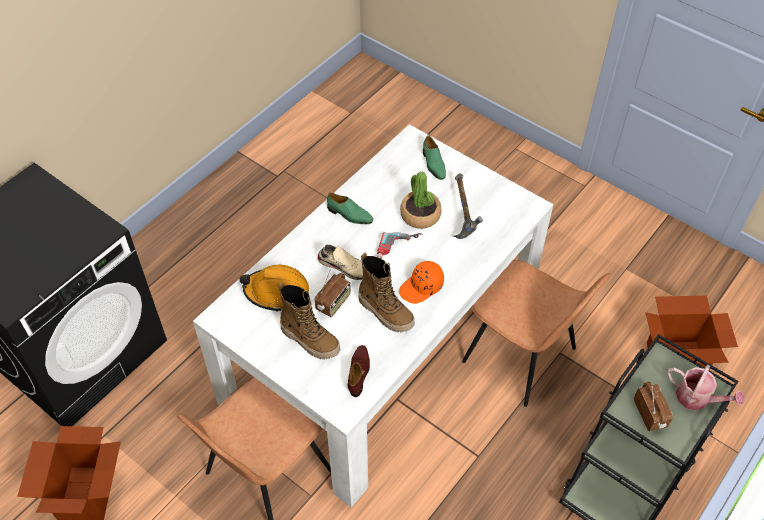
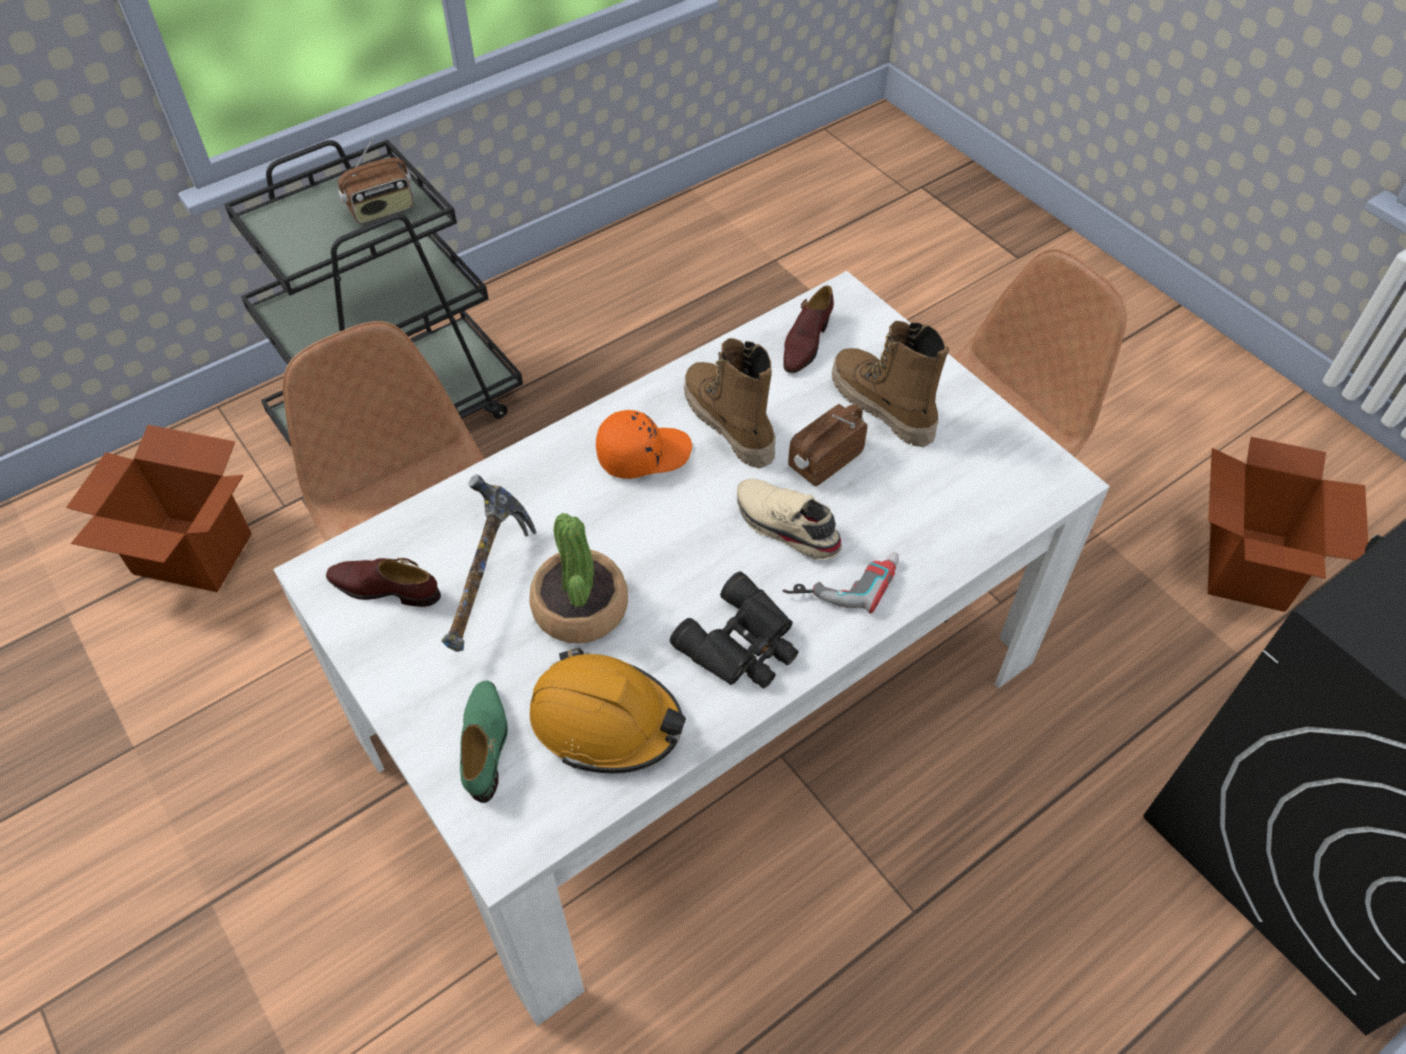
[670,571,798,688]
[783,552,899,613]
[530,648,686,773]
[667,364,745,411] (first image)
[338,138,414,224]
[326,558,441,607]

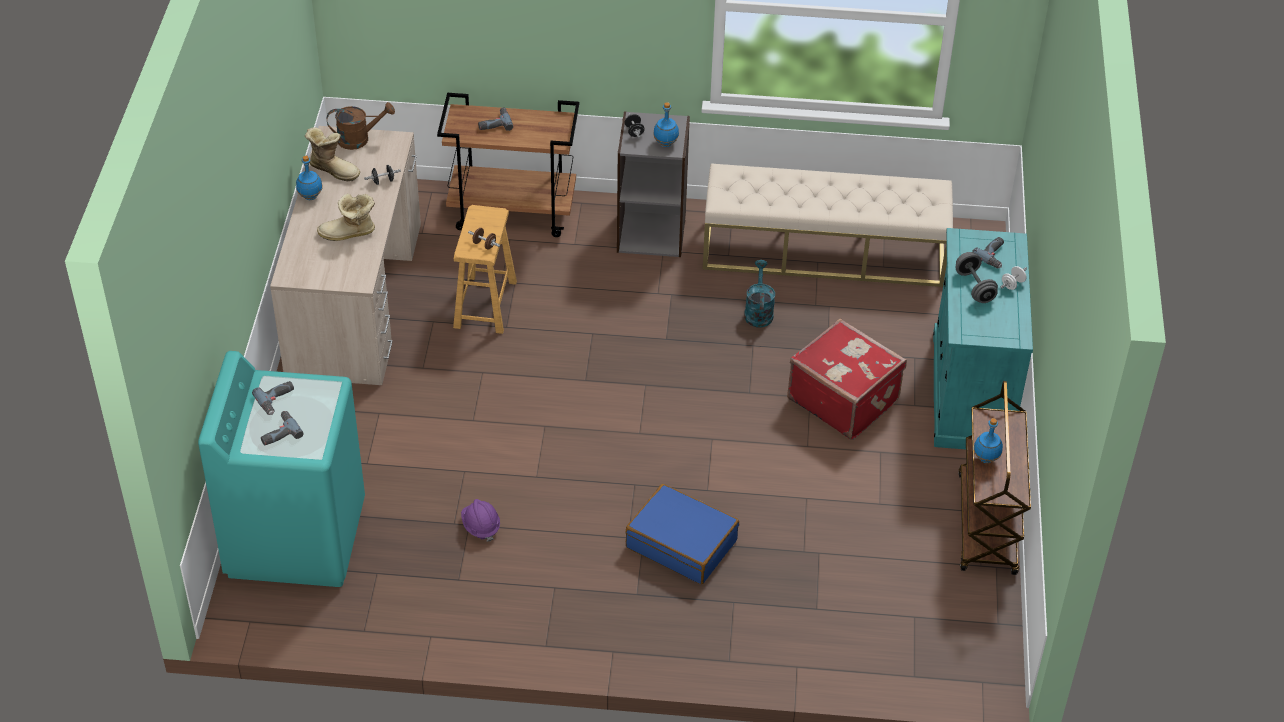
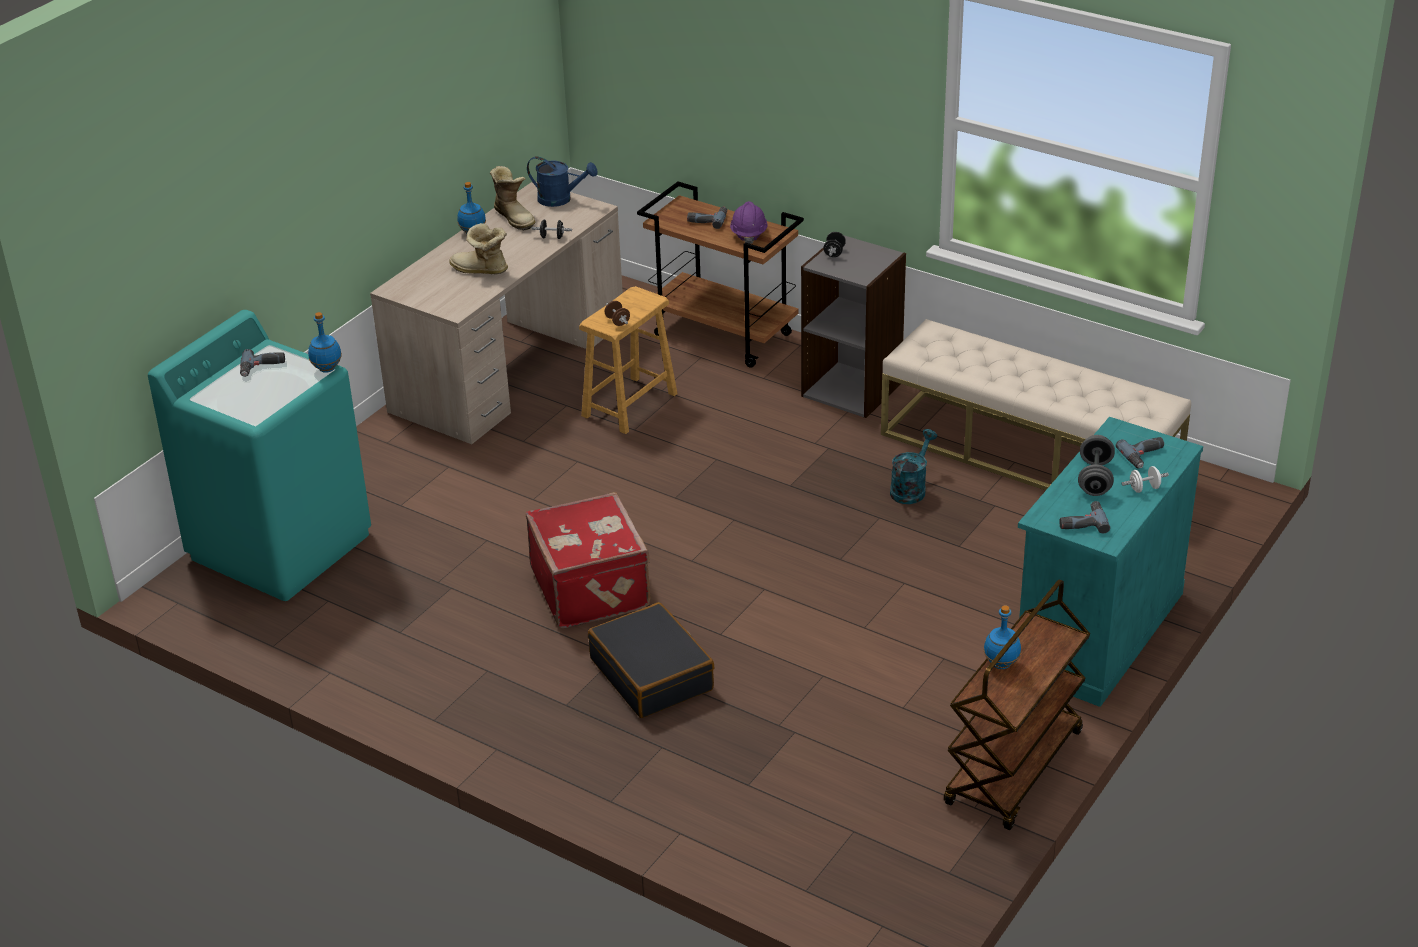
[527,156,598,207]
[308,312,342,373]
[526,492,650,628]
[1059,501,1110,534]
[588,602,714,718]
[730,201,768,244]

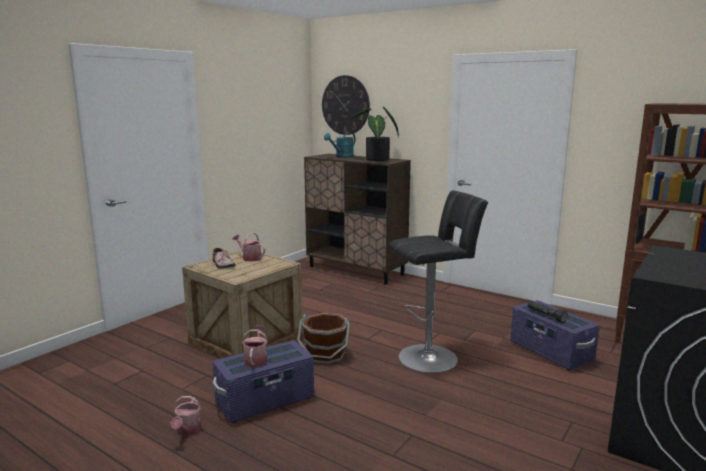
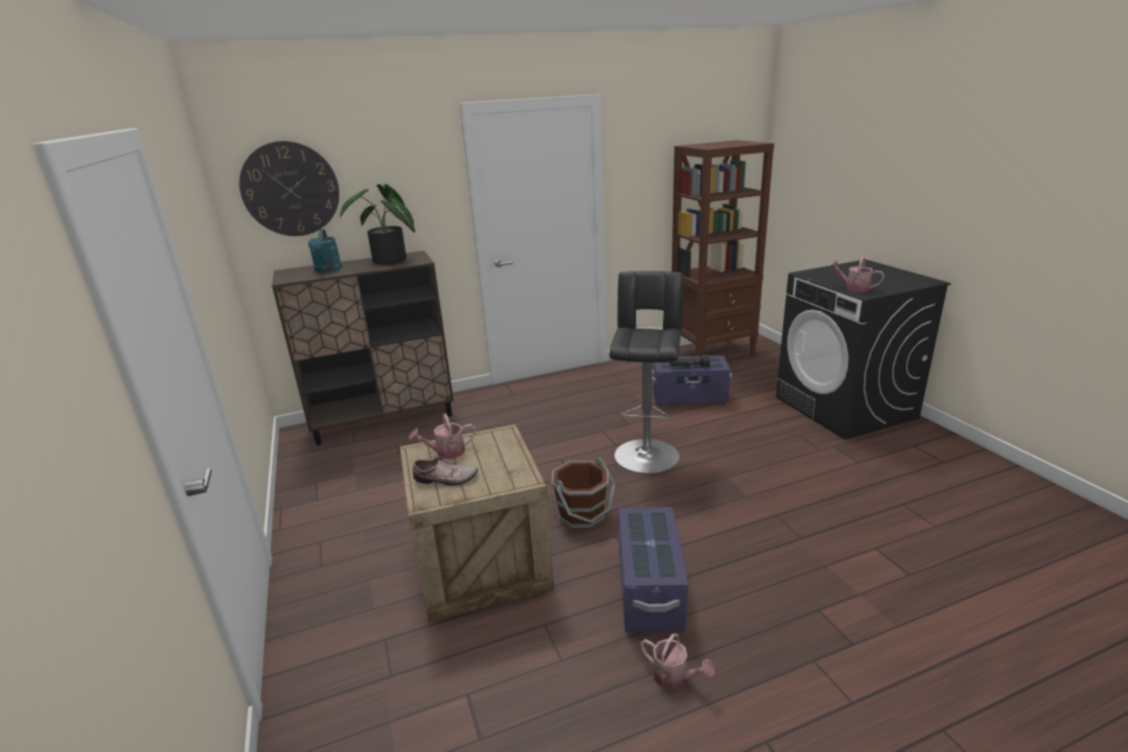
[829,256,884,292]

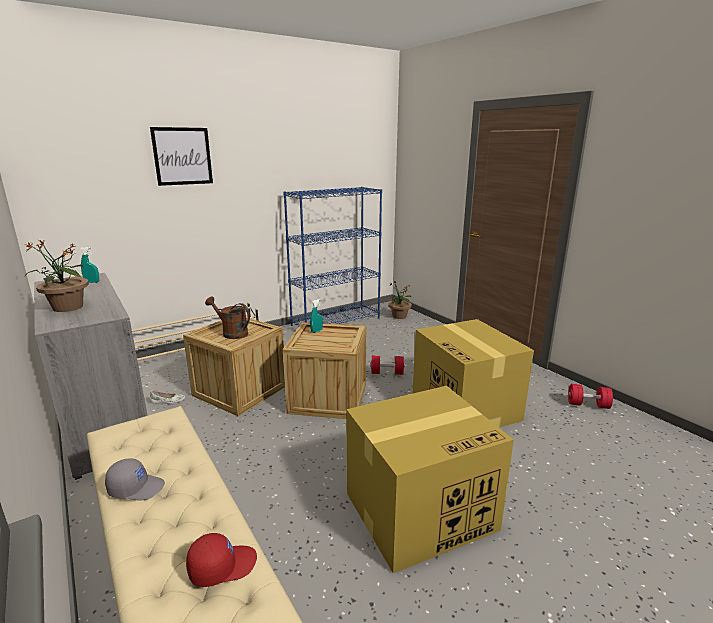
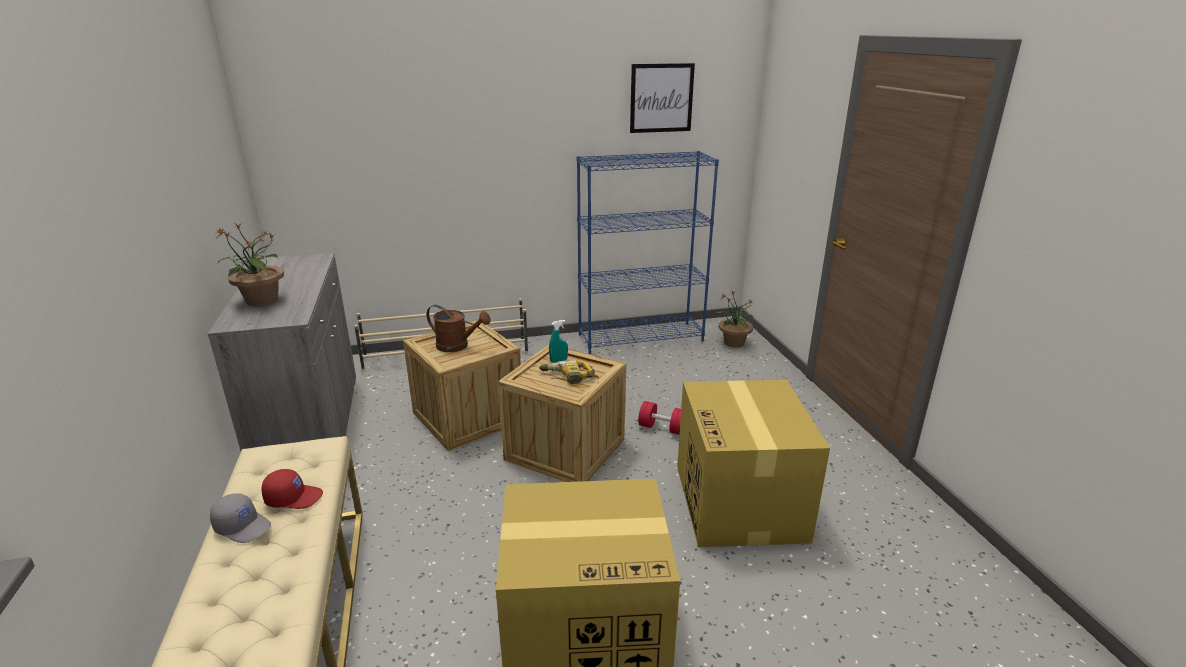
[630,63,695,133]
[80,247,99,283] (first image)
[427,305,491,352]
[568,384,613,409] (first image)
[150,391,185,404] (first image)
[262,469,323,509]
[539,360,599,384]

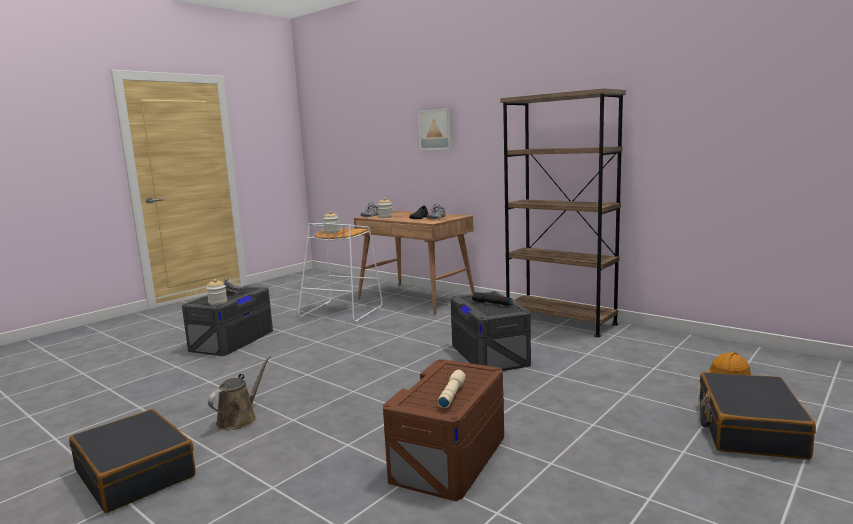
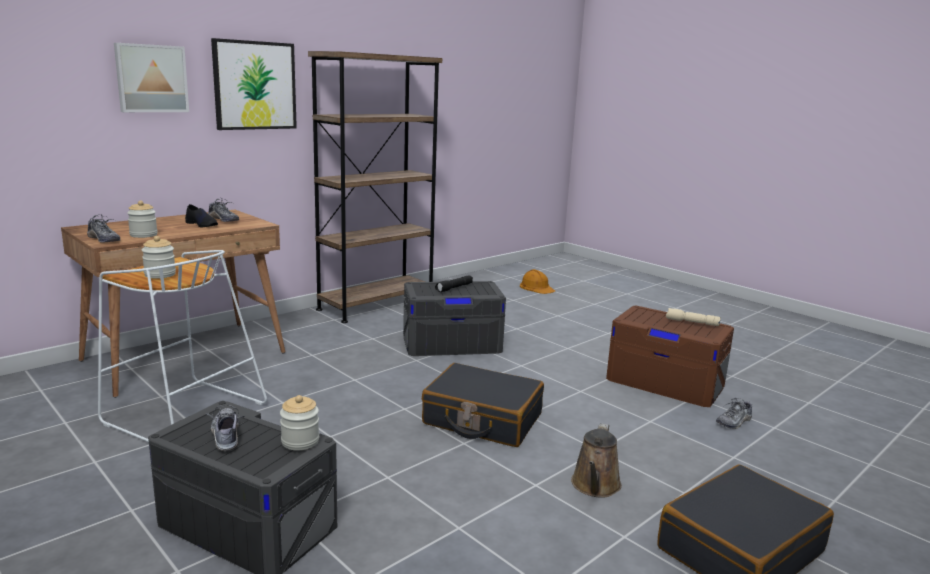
[571,423,622,498]
[422,363,544,447]
[211,38,297,130]
[716,398,752,429]

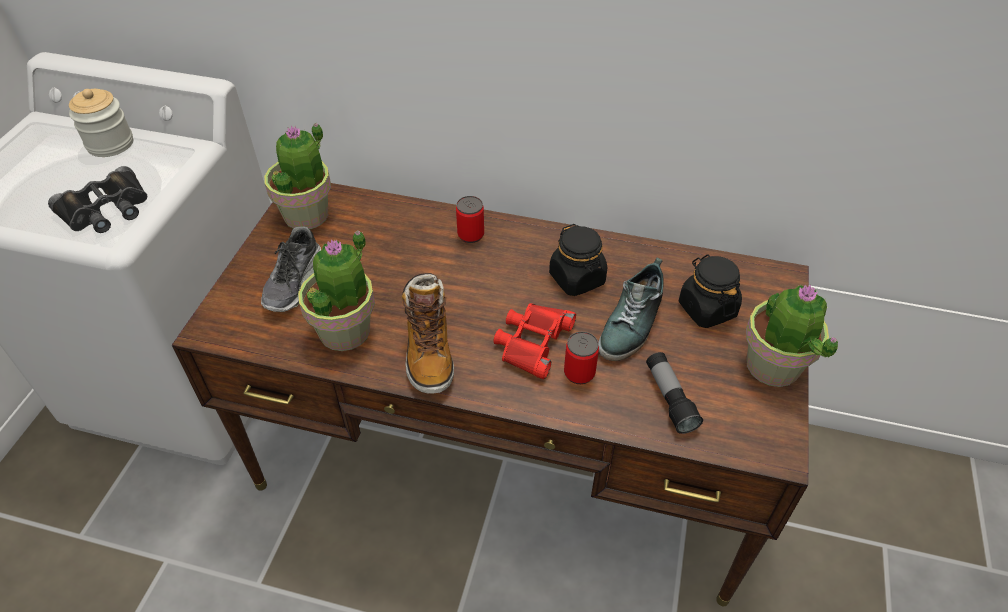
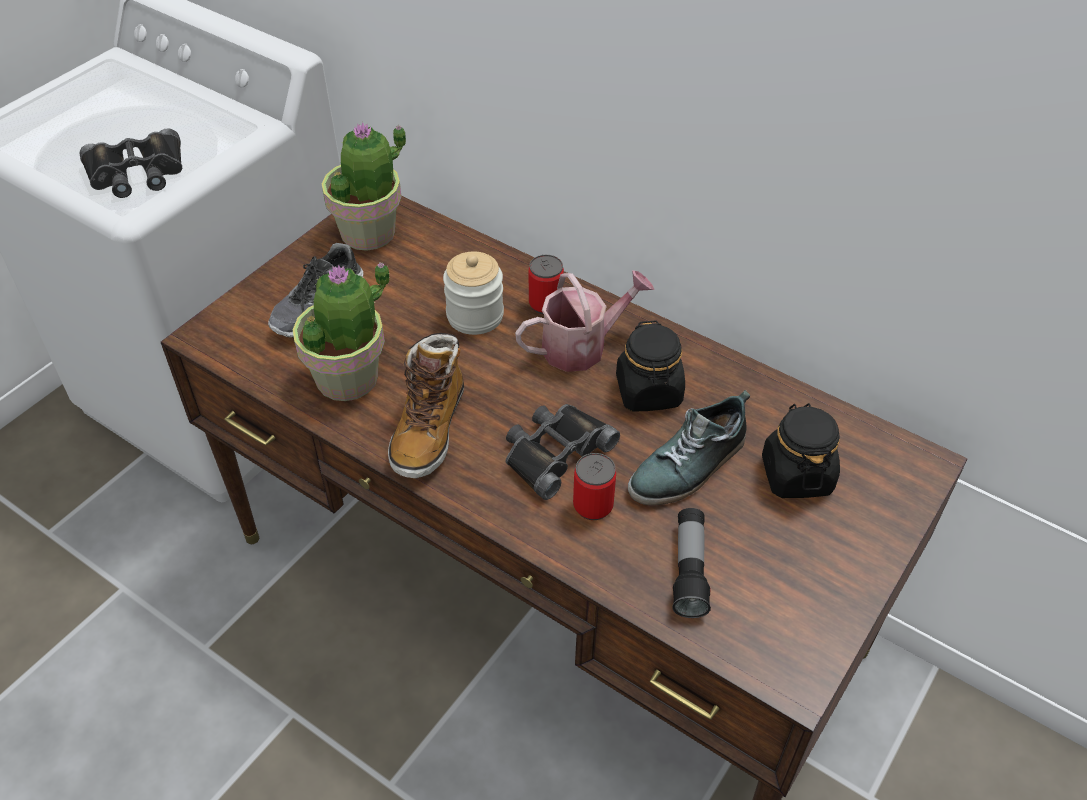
[443,251,504,335]
[746,284,839,387] (first image)
[505,404,620,500]
[515,270,655,372]

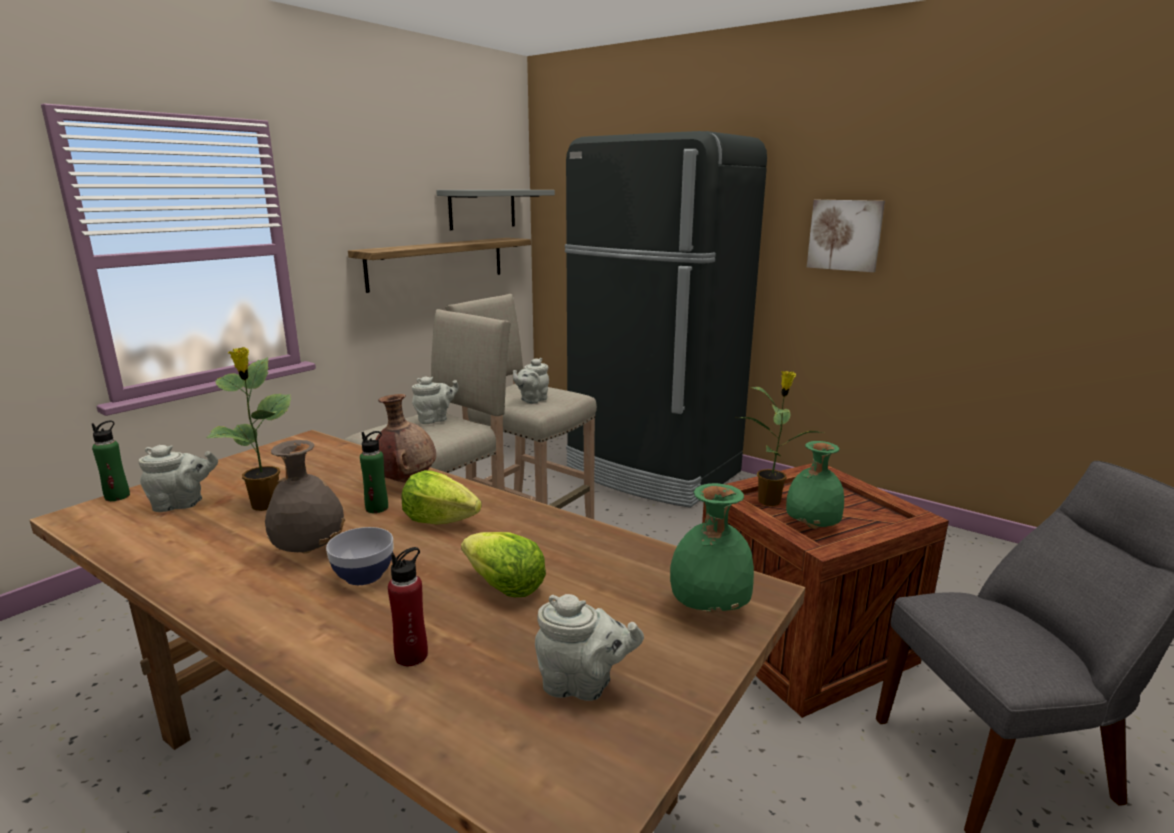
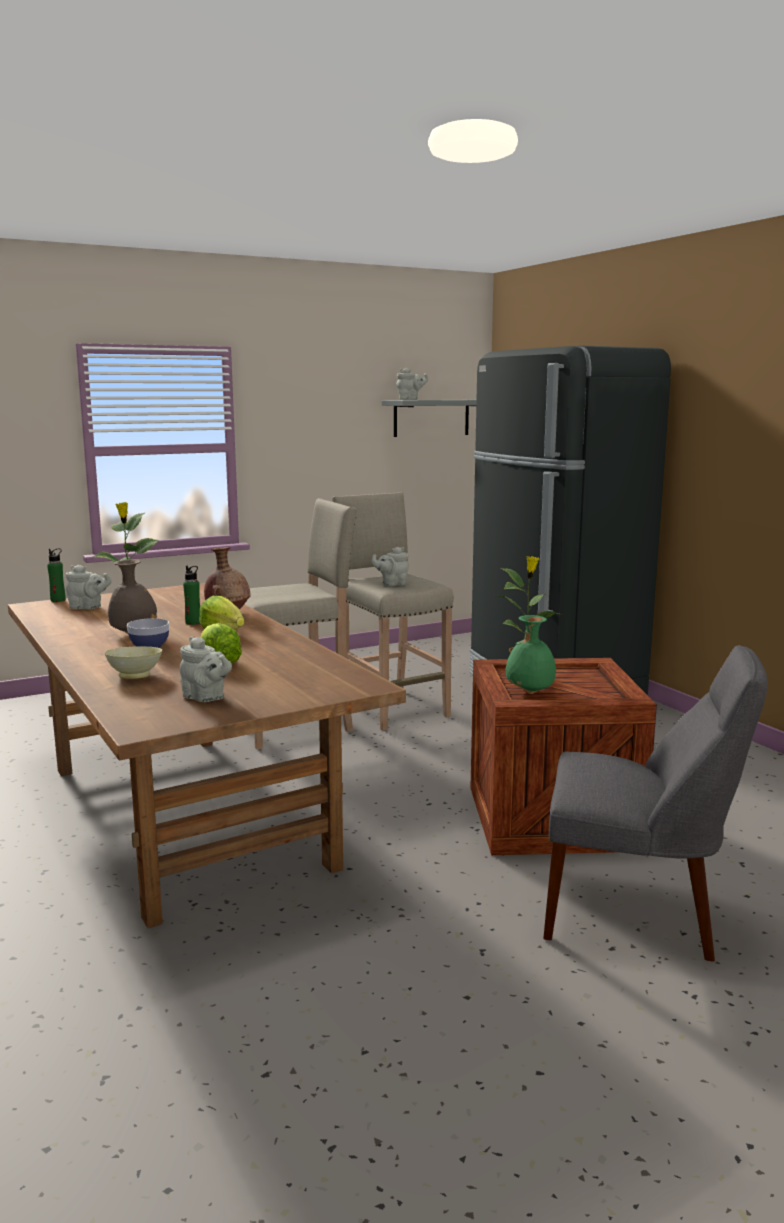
[807,200,885,272] (first image)
[348,238,531,293] (first image)
[396,368,428,400]
[670,483,754,612] (first image)
[105,646,162,679]

